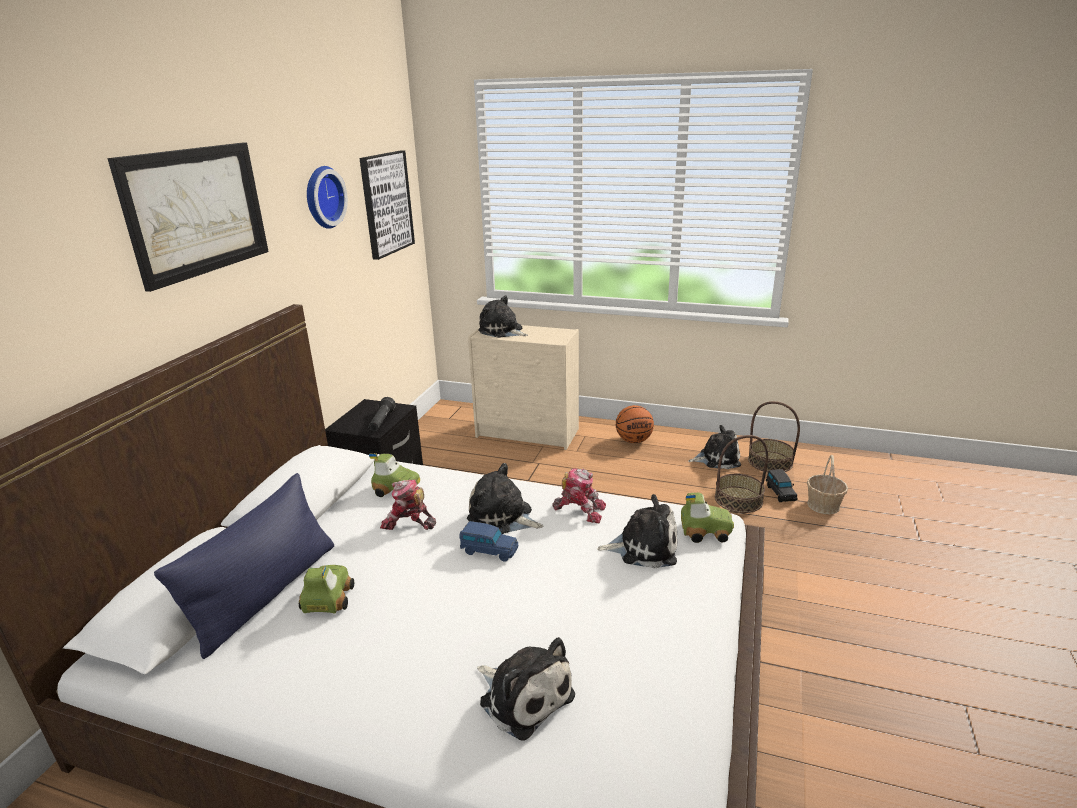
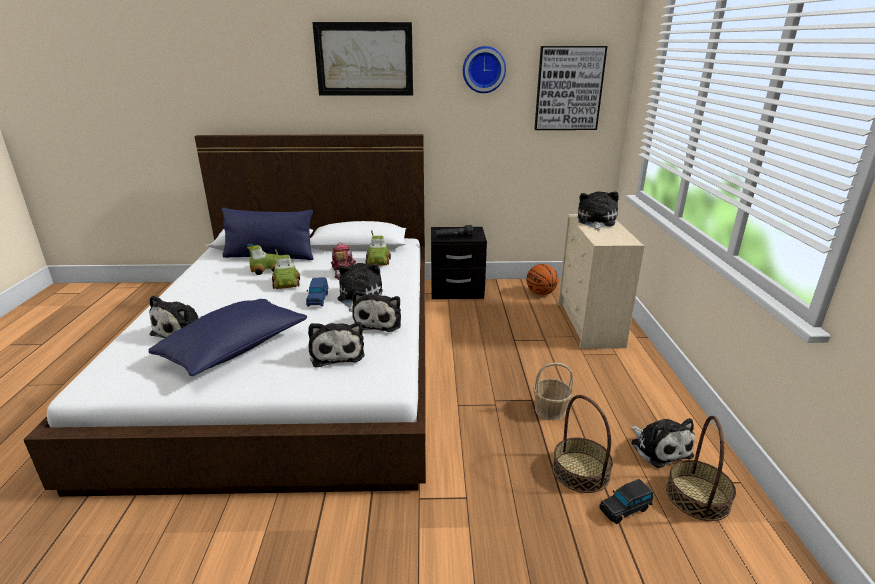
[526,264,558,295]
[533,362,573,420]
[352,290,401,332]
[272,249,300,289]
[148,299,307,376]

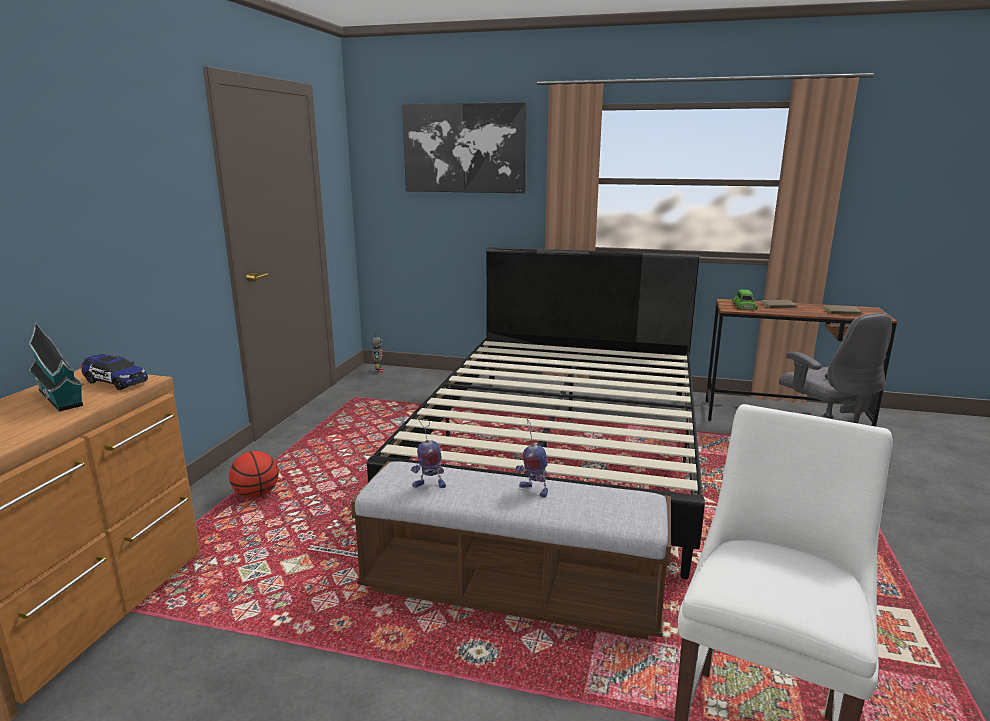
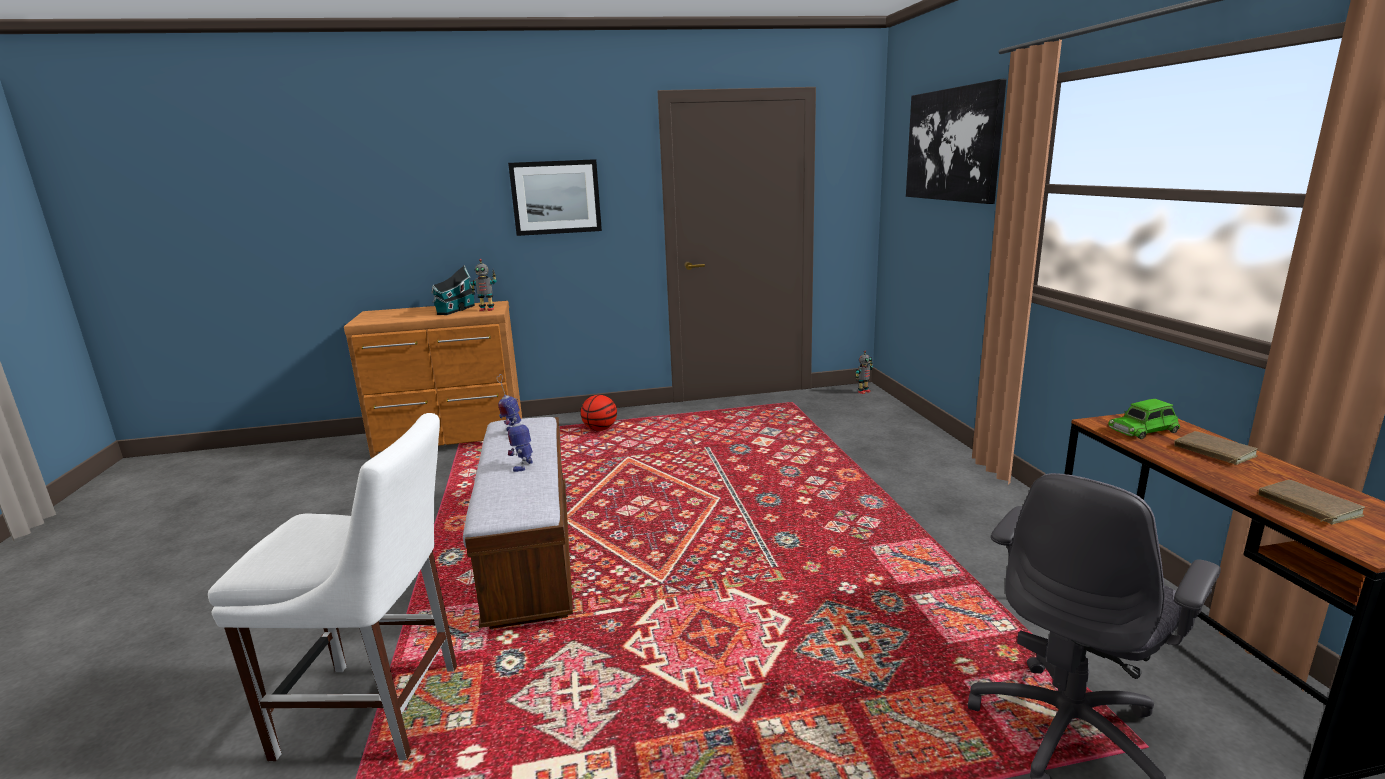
[367,247,705,579] (first image)
[470,259,497,311]
[508,159,602,236]

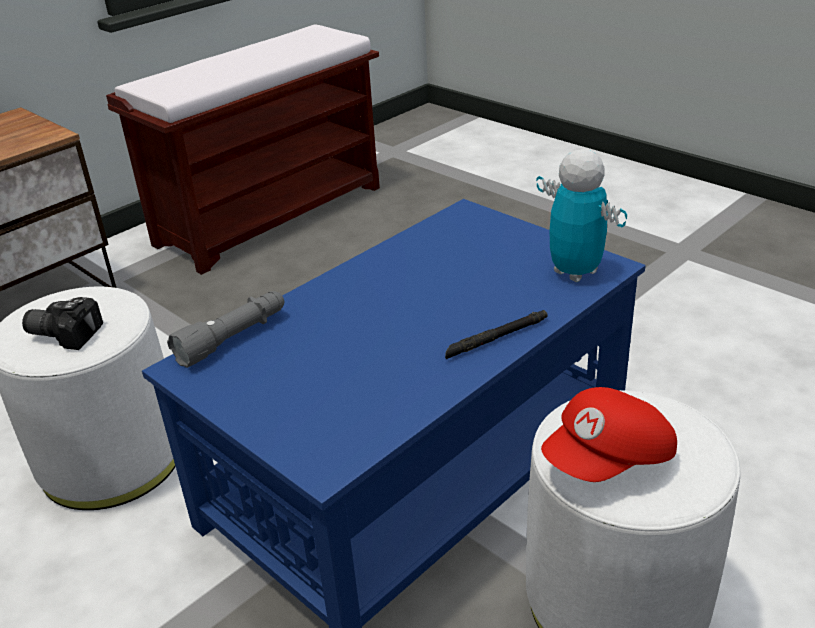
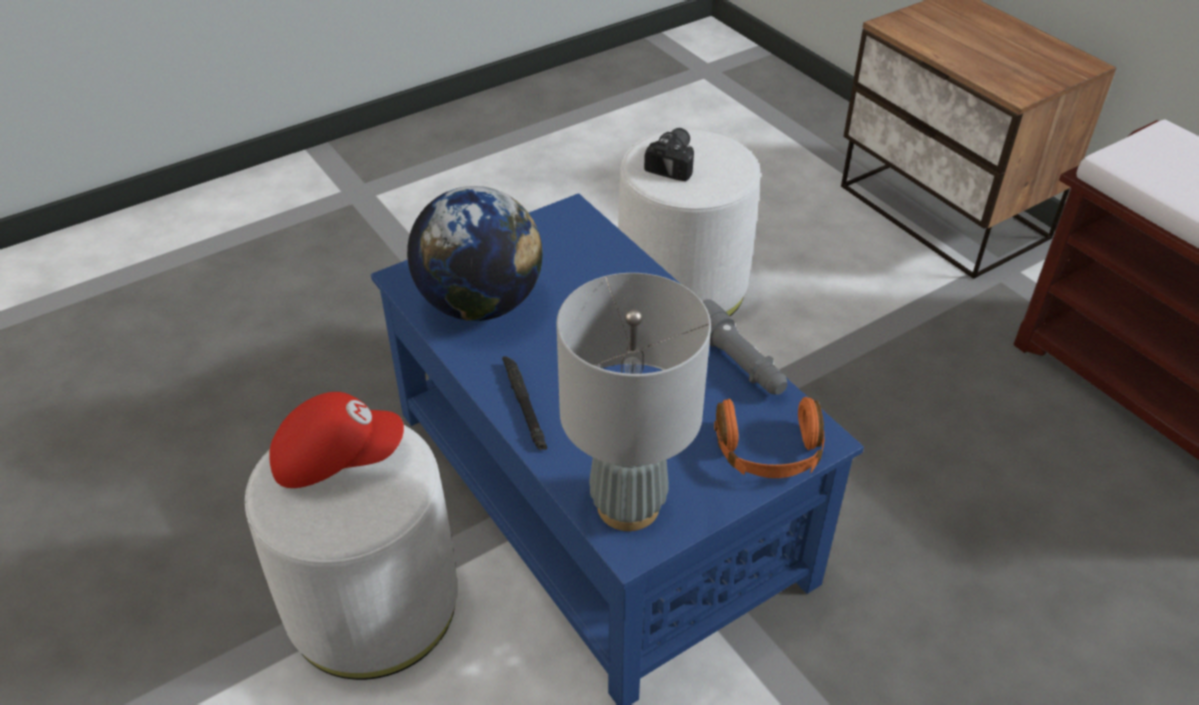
[556,273,711,531]
[703,299,787,395]
[269,392,404,488]
[407,186,543,321]
[714,397,825,478]

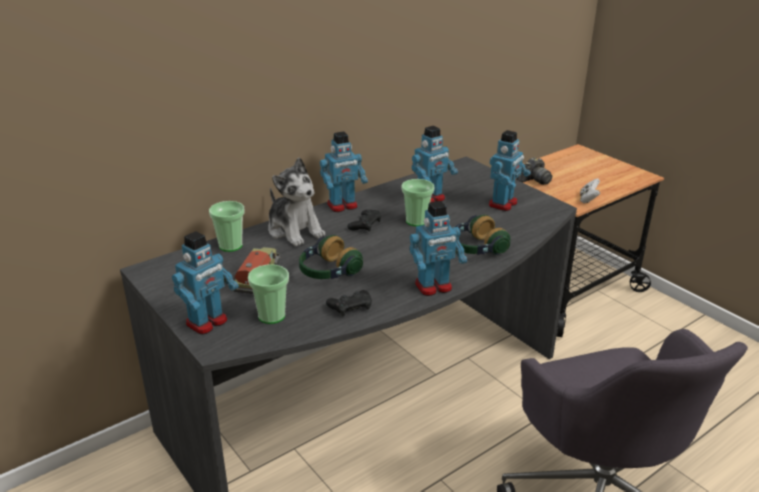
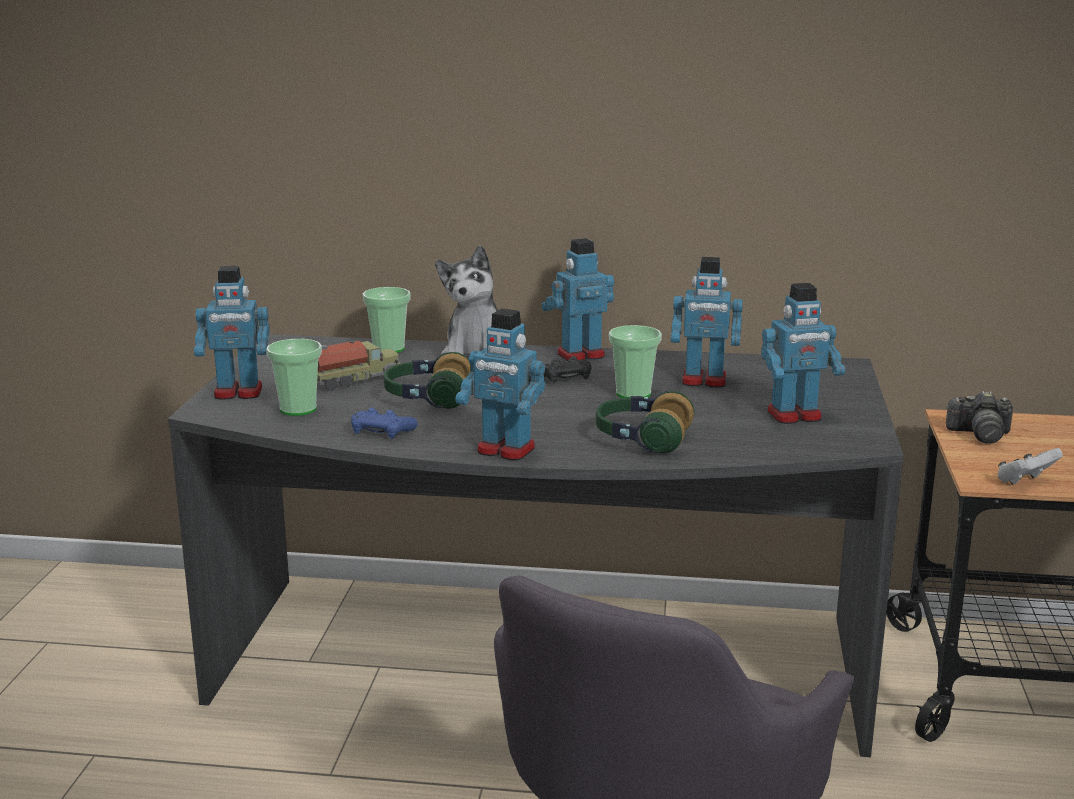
[541,238,614,361]
[351,408,418,439]

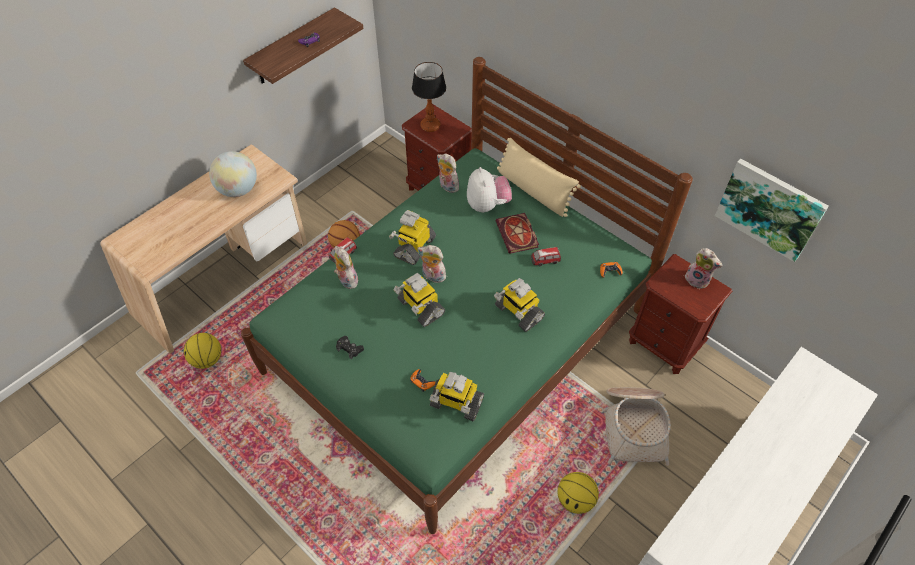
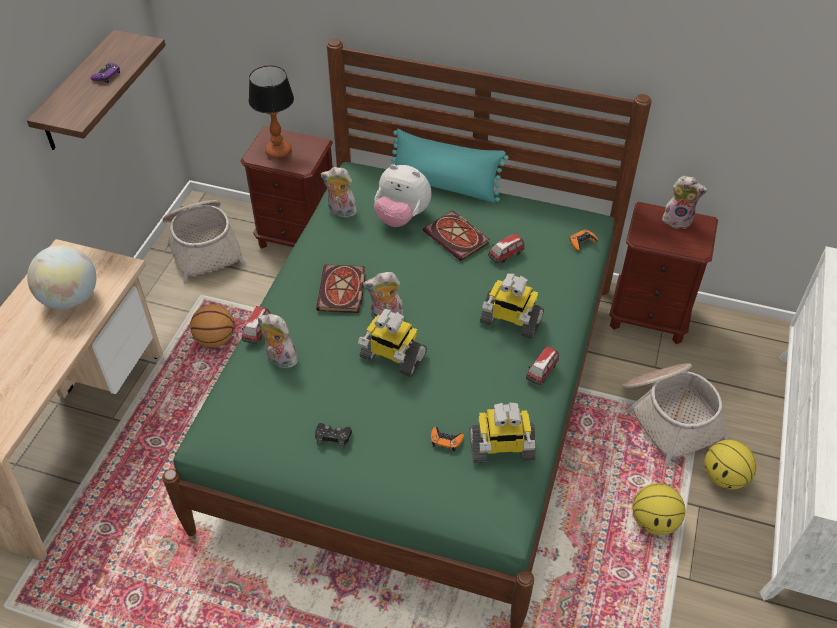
[390,129,509,203]
[715,159,829,262] (first image)
[374,164,431,227]
[316,265,365,313]
[704,440,757,490]
[163,200,246,284]
[526,346,559,385]

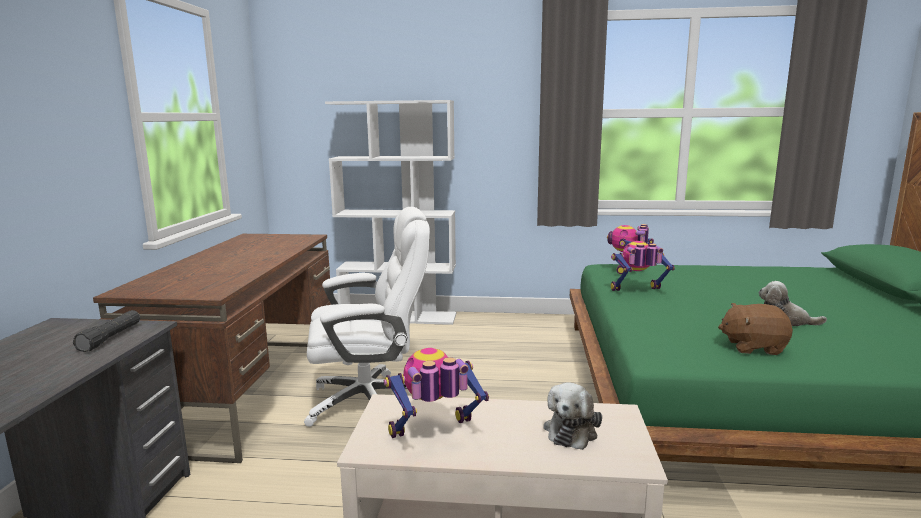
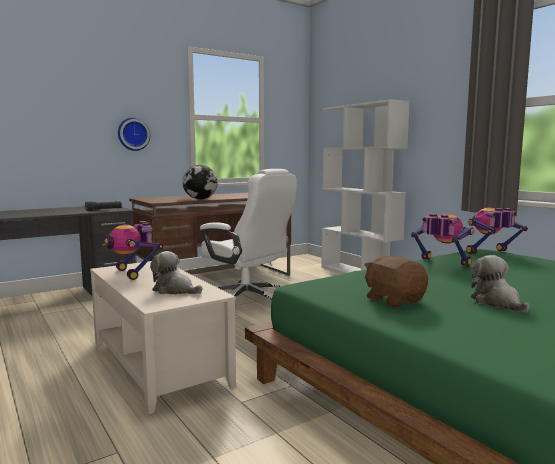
[105,221,163,280]
[150,251,202,294]
[118,117,150,151]
[182,165,218,199]

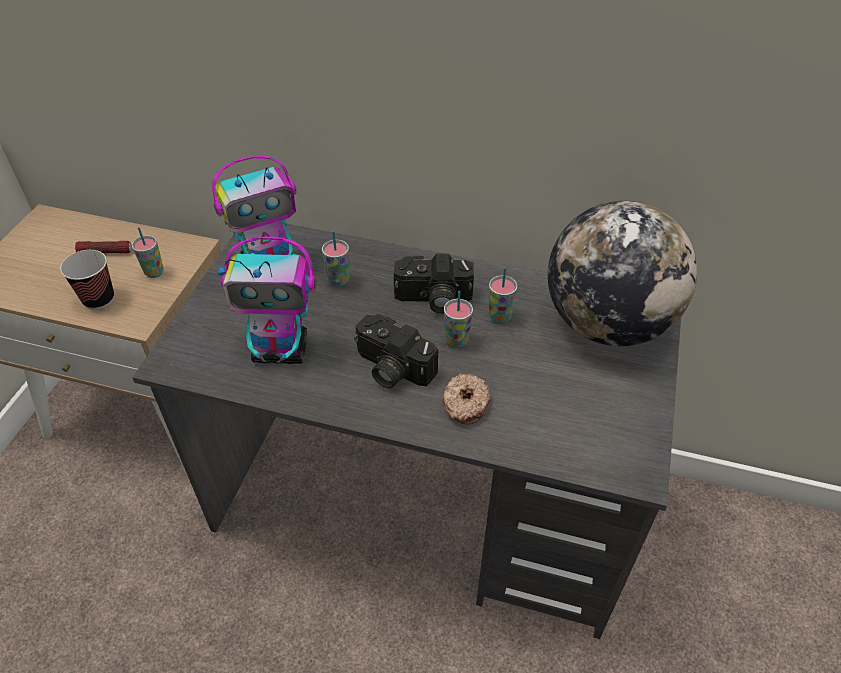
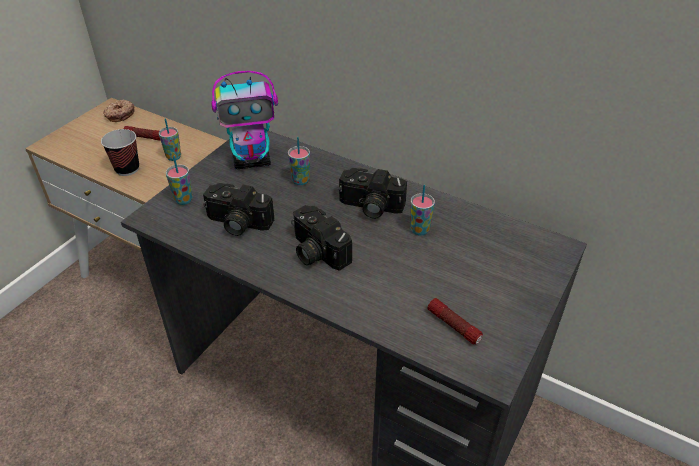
[548,201,697,346] (first image)
[203,183,275,236]
[166,155,192,205]
[103,100,135,122]
[427,298,483,344]

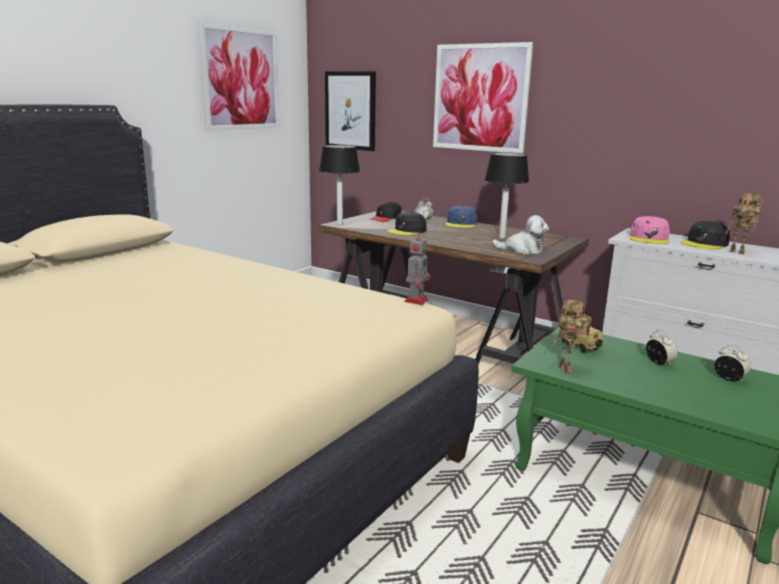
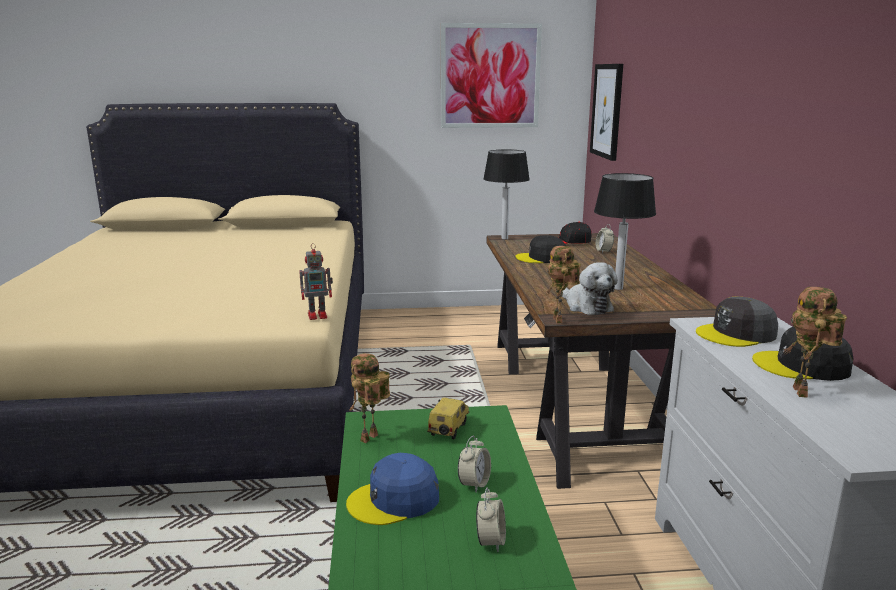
[433,42,533,154] (first image)
[346,453,439,525]
[696,296,778,347]
[545,246,581,323]

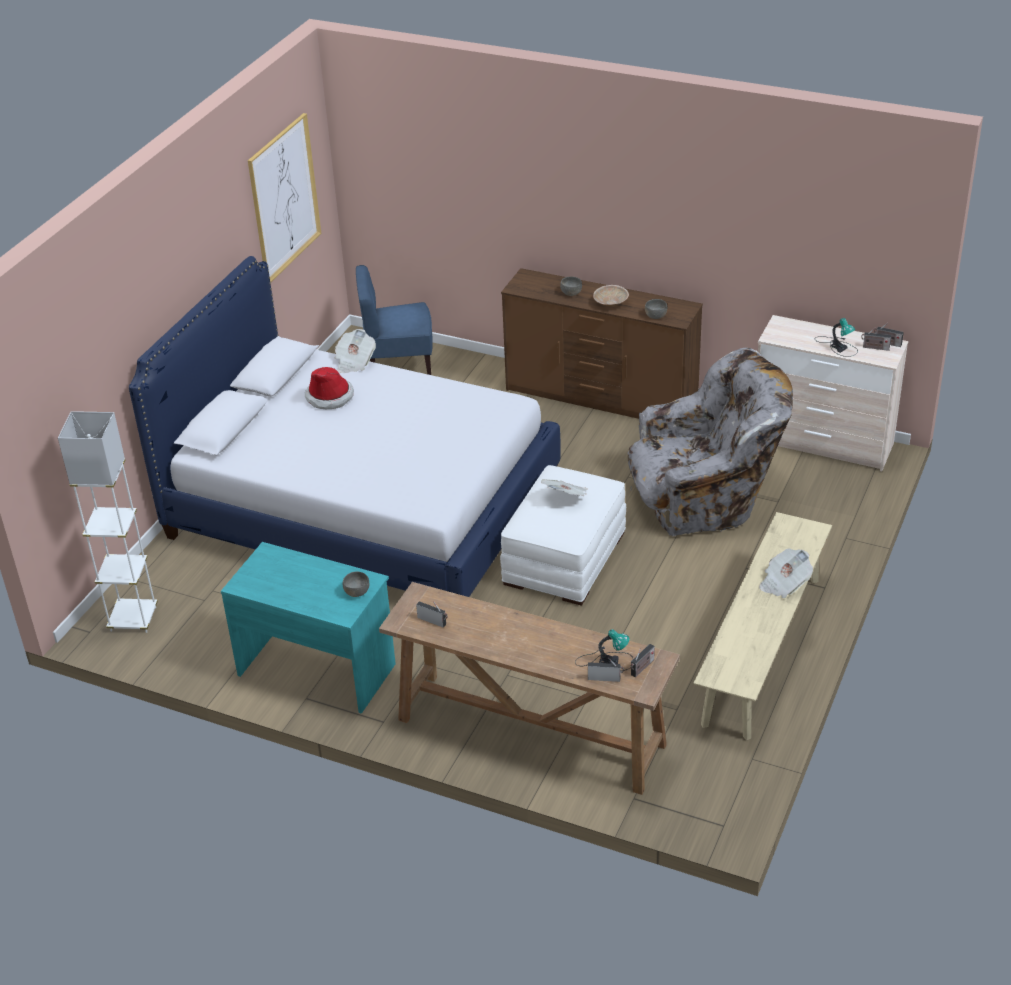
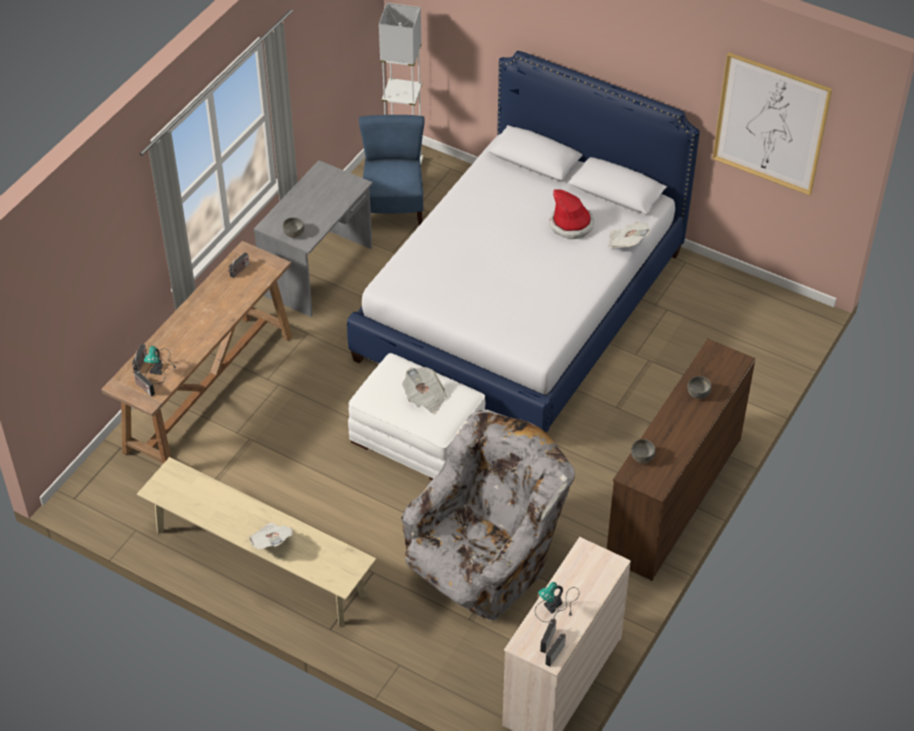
[359,115,424,225]
[593,285,629,306] (first image)
[401,410,575,621]
[254,160,373,317]

